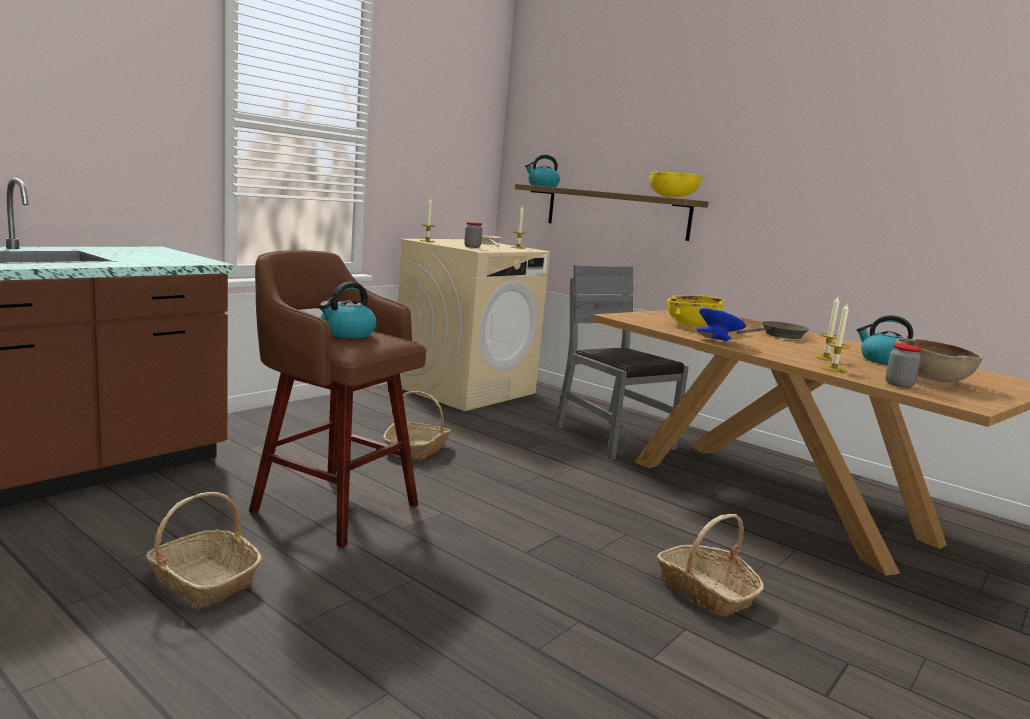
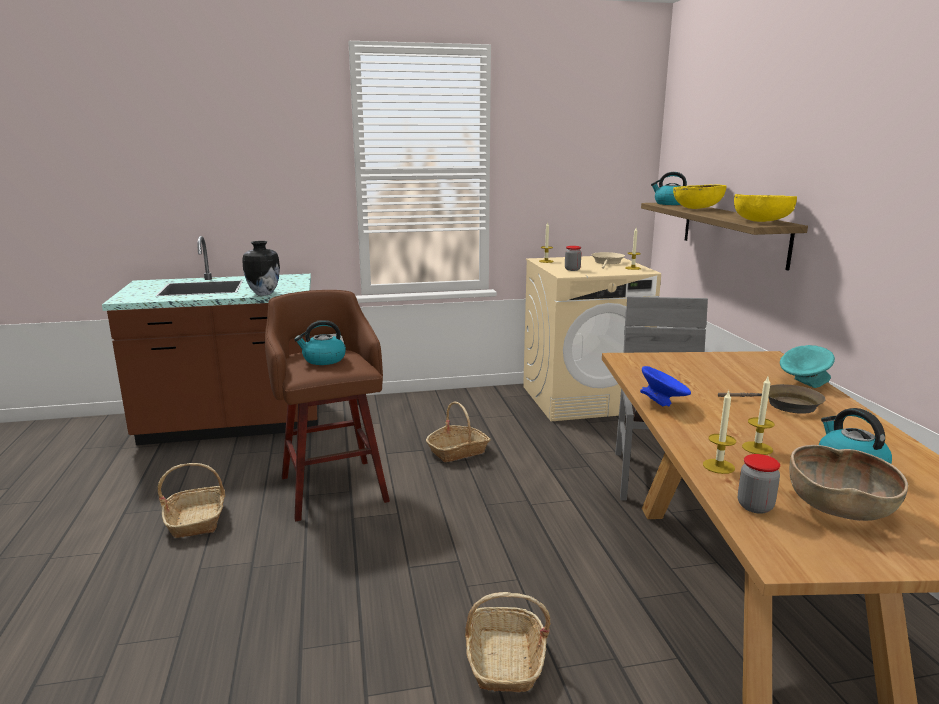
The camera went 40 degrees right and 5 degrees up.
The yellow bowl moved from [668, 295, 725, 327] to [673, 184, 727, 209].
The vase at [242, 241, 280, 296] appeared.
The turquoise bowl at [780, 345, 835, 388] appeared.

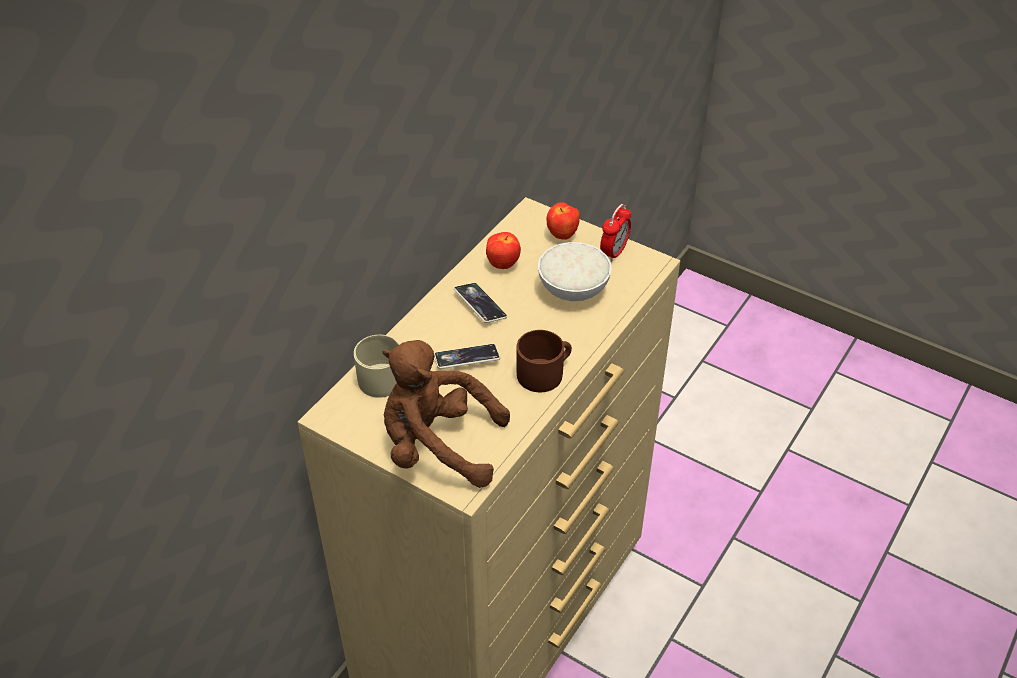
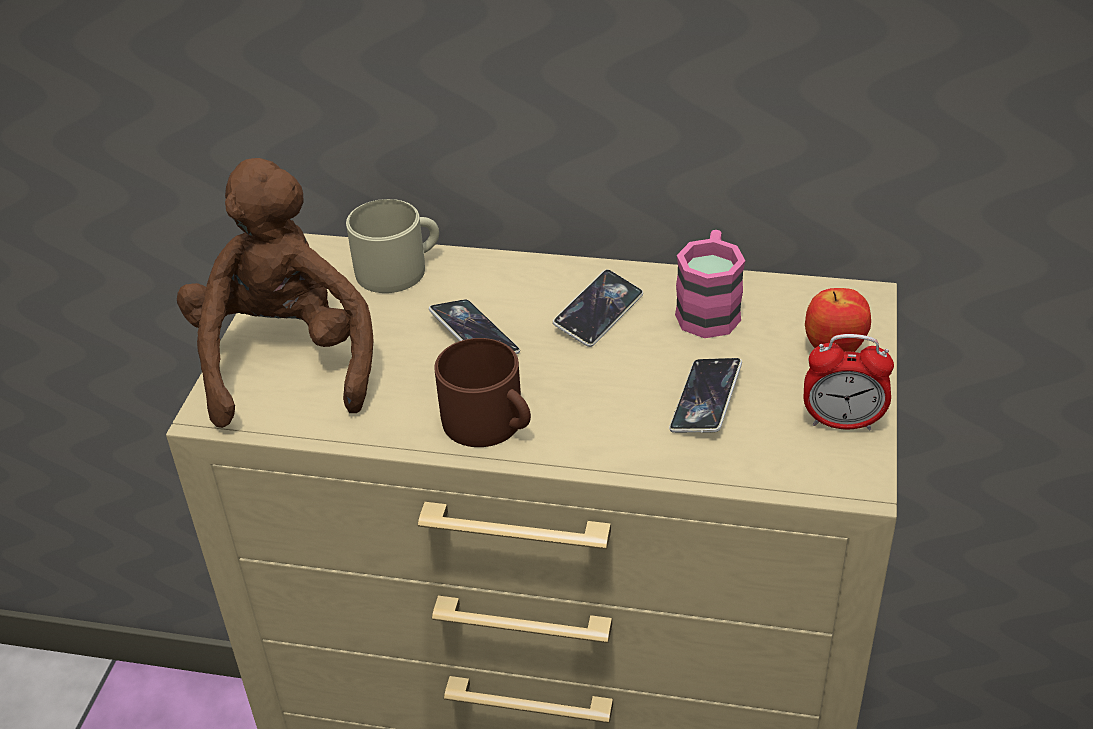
The camera went 70 degrees right and 5 degrees down.
The apple at [486, 232, 521, 269] was replaced by the pink mug at [675, 230, 745, 338].
The white bowl at [538, 242, 612, 301] was replaced by the phone at [669, 358, 742, 433].

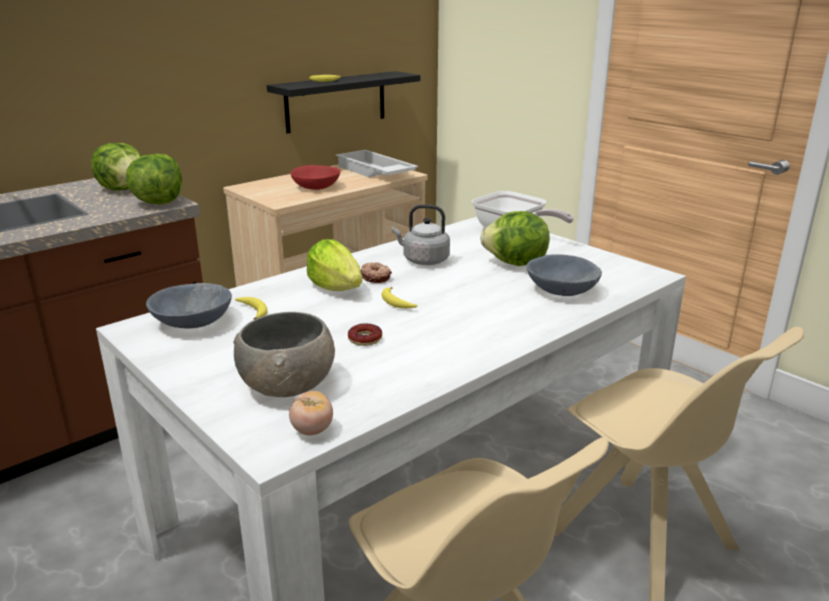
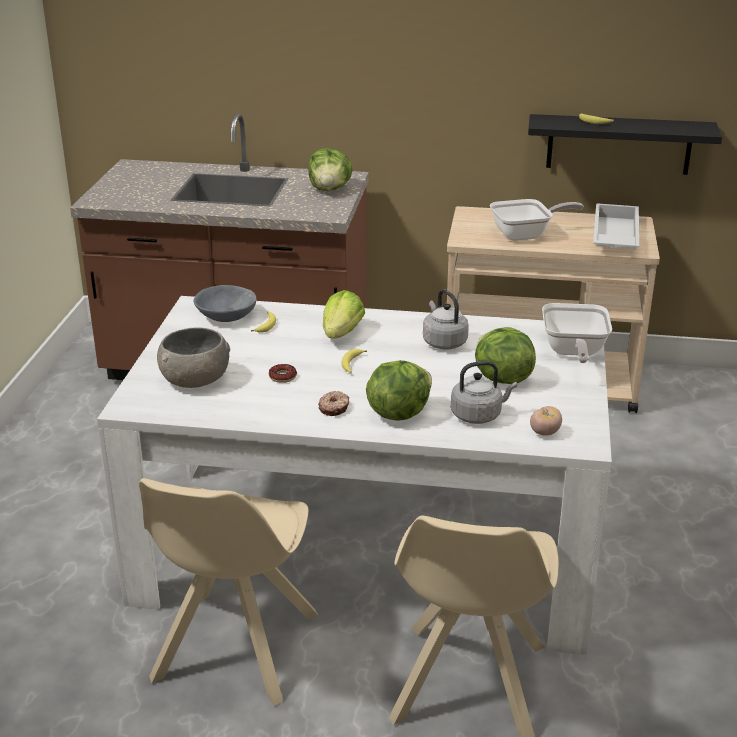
The camera went 50 degrees right and 5 degrees up.
The lettuce moved from [126, 153, 182, 205] to [366, 360, 432, 421].
The red bowl at [291, 165, 341, 190] was replaced by the frying pan at [490, 199, 584, 241].
The grey bowl at [527, 254, 602, 296] was replaced by the grey kettle at [451, 361, 517, 424].
The donut moved from [361, 262, 392, 283] to [318, 391, 349, 416].
The tomato moved from [289, 391, 333, 436] to [530, 406, 562, 436].

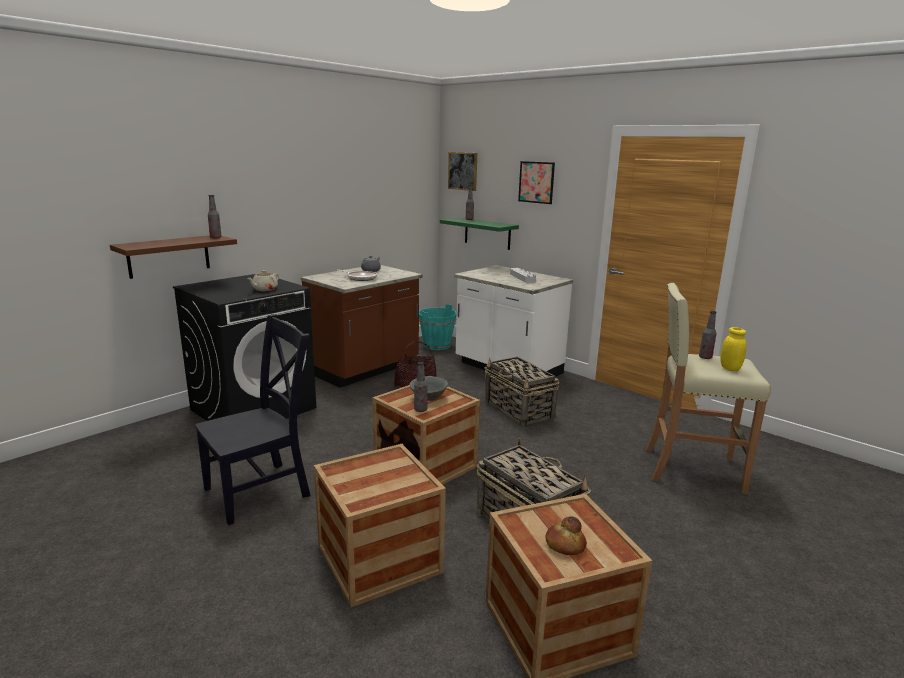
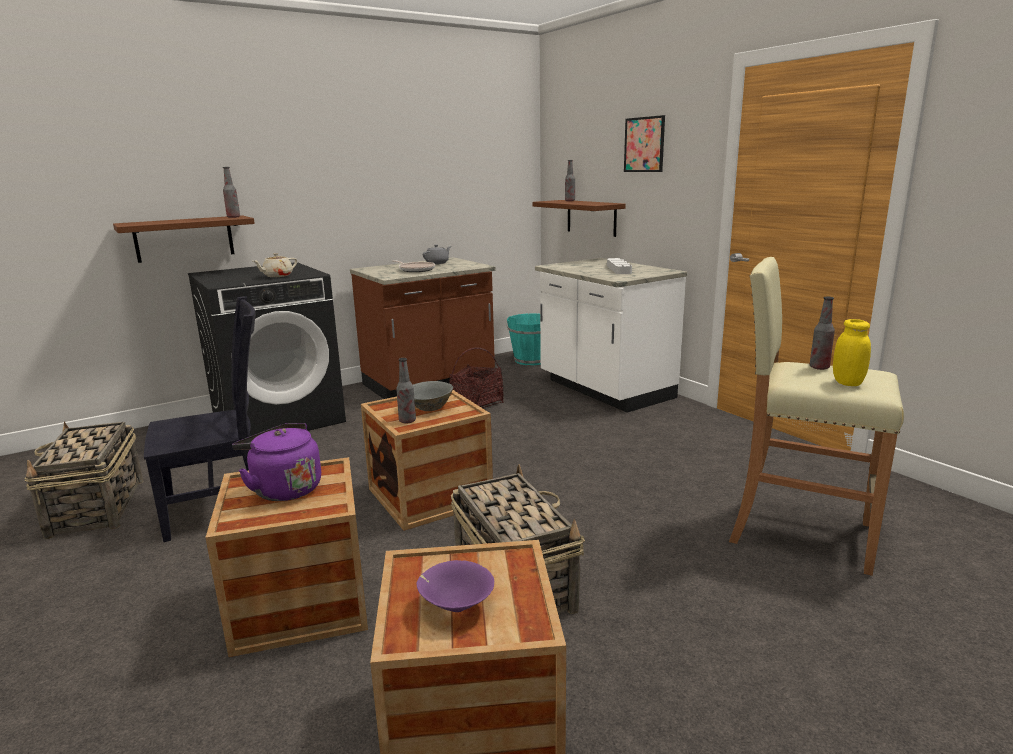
The camera went 15 degrees right and 0 degrees up.
The picture at [448, 152, 477, 191] disappeared.
The green shelf at [440, 218, 519, 250] became the brown shelf at [532, 200, 626, 237].
The basket moved from [484, 357, 559, 428] to [25, 422, 143, 539].
The bread at [546, 517, 587, 555] was replaced by the purple bowl at [416, 560, 494, 612].
The purple kettle at [232, 423, 321, 501] appeared.

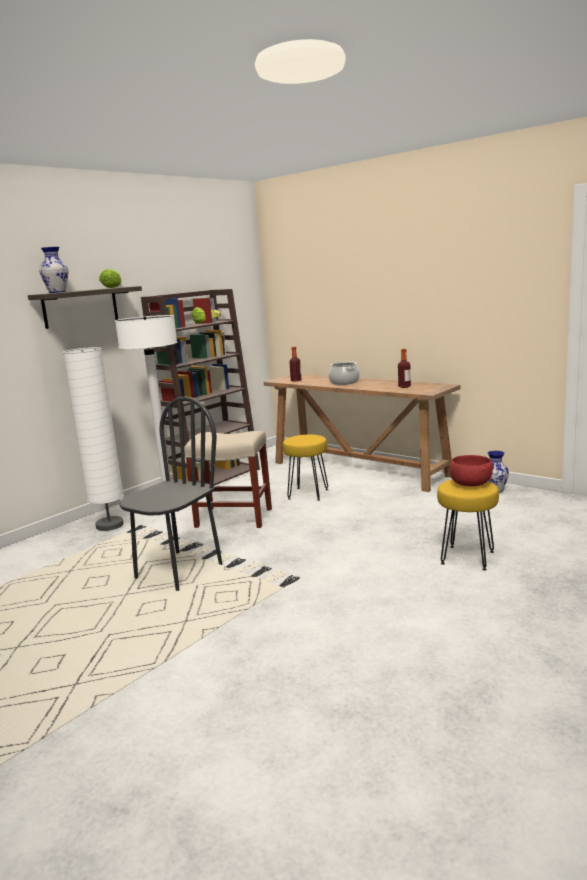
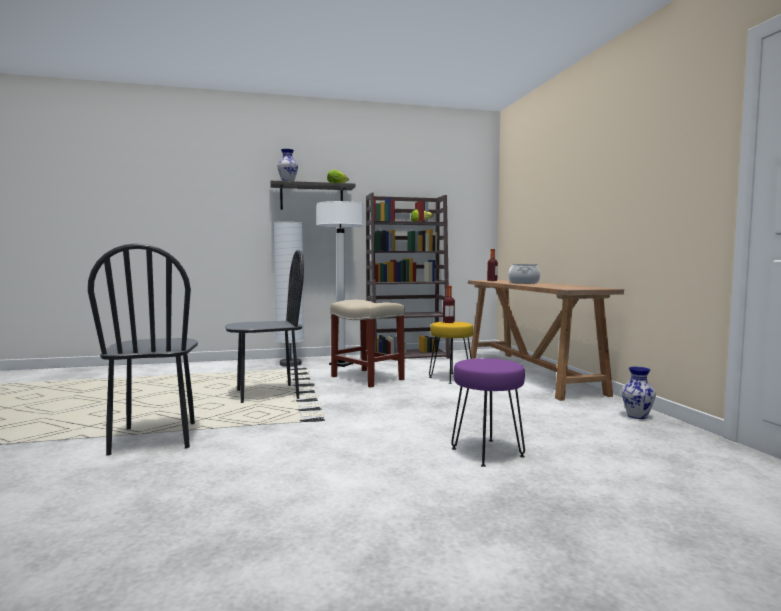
The camera went 35 degrees right and 10 degrees down.
The bottle moved from [398, 349, 411, 388] to [443, 286, 455, 323].
The red bowl at [450, 455, 493, 487] disappeared.
The yellow stool at [437, 479, 499, 571] became the purple stool at [451, 358, 525, 467].
The black chair at [88, 243, 198, 455] appeared.

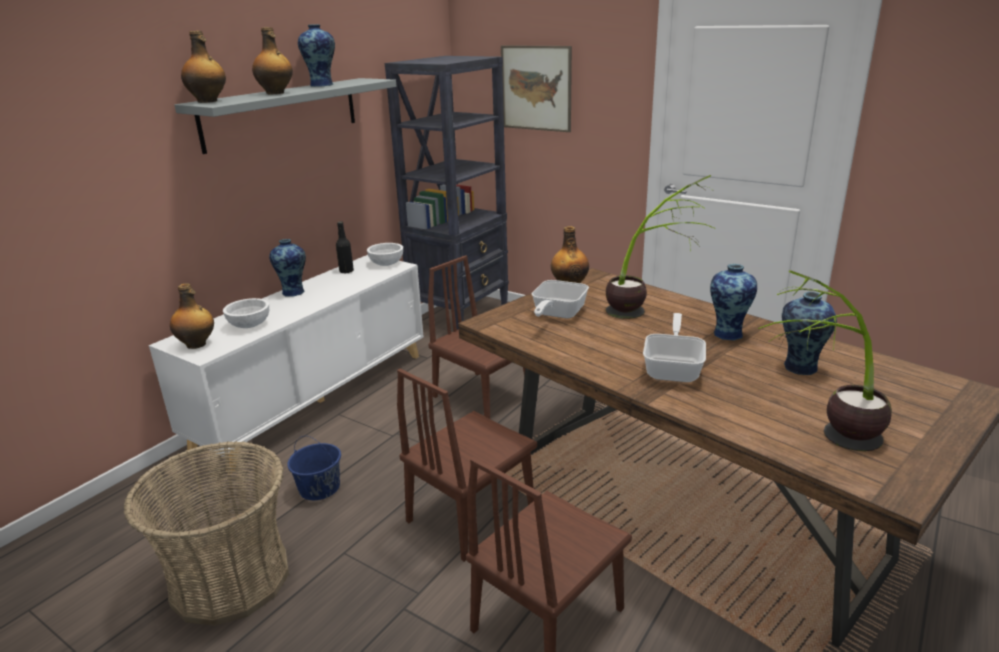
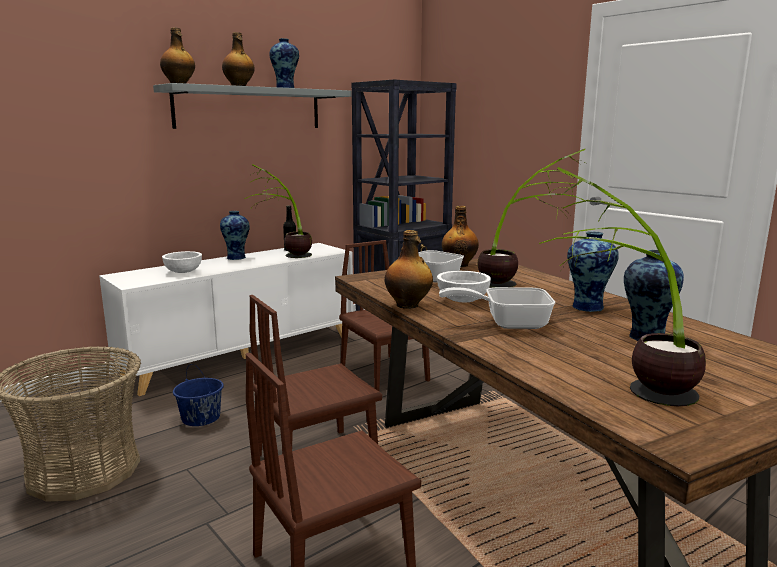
The camera went 15 degrees right and 10 degrees down.
The picture at [501, 45, 572, 132] disappeared.
The white bowl moved from [367, 243, 403, 266] to [437, 271, 491, 302].
The bottle moved from [170, 283, 214, 349] to [384, 230, 433, 309].
The frying pan at [643, 313, 706, 382] turned 120 degrees counterclockwise.
The potted plant at [245, 164, 312, 258] appeared.

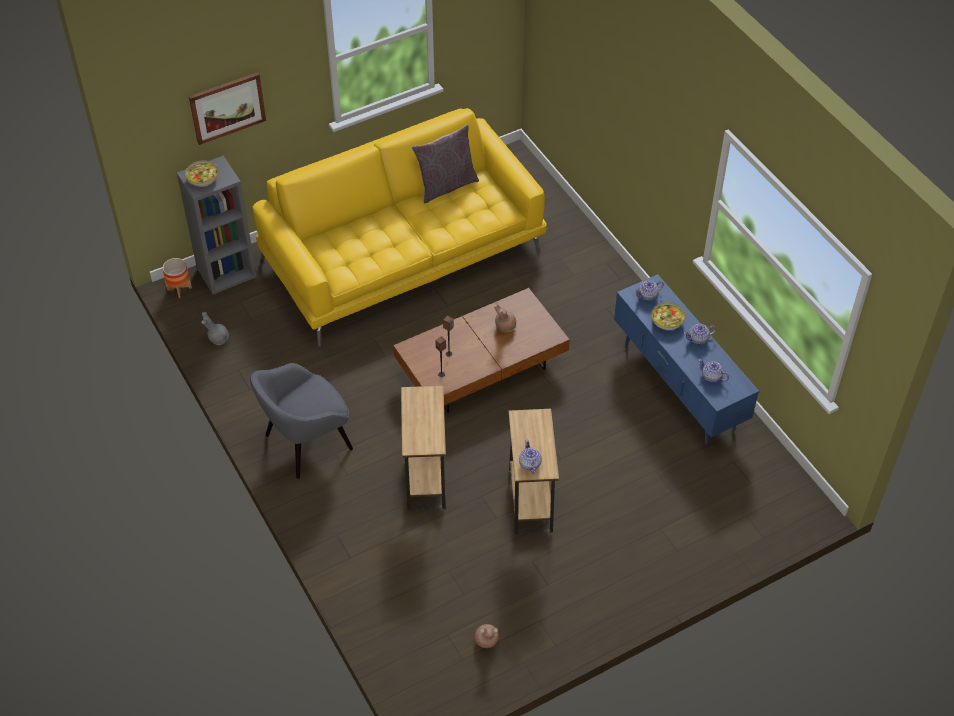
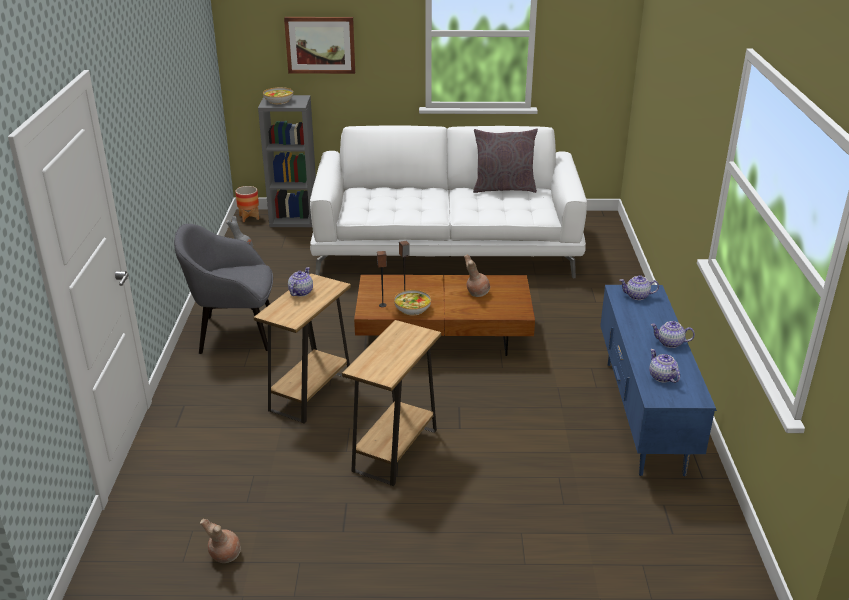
The camera went 30 degrees right and 20 degrees down.
The yellow sofa at [252, 108, 547, 347] became the white sofa at [310, 125, 587, 279].
The bowl moved from [652, 302, 685, 330] to [394, 290, 431, 315].
The teapot moved from [519, 440, 542, 474] to [288, 267, 313, 297].

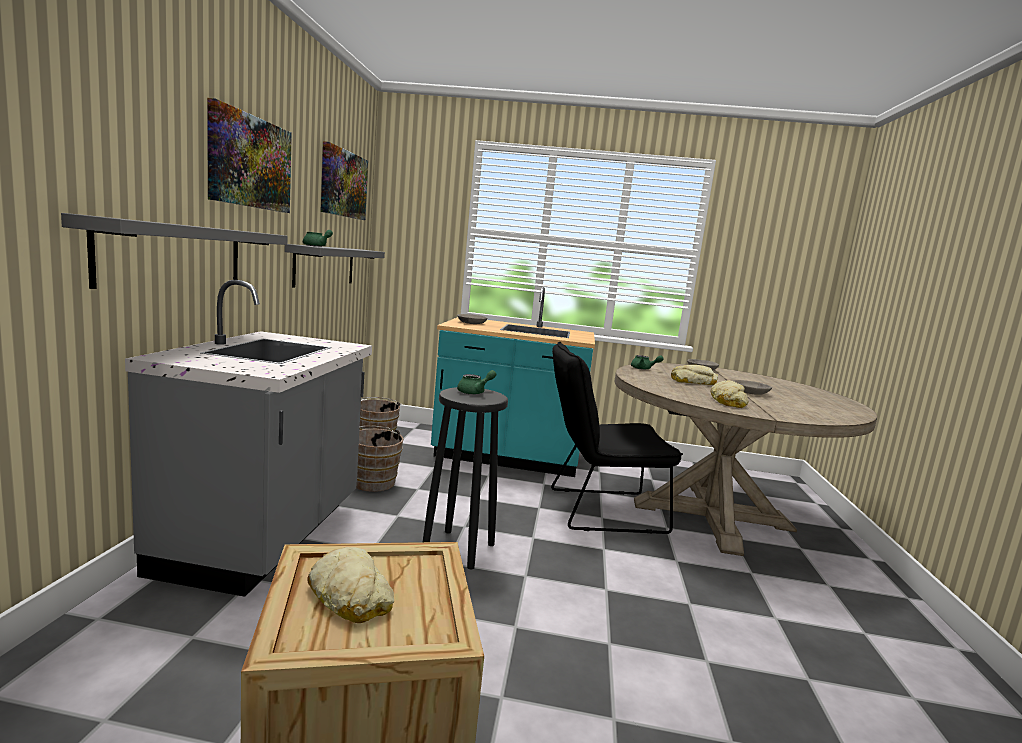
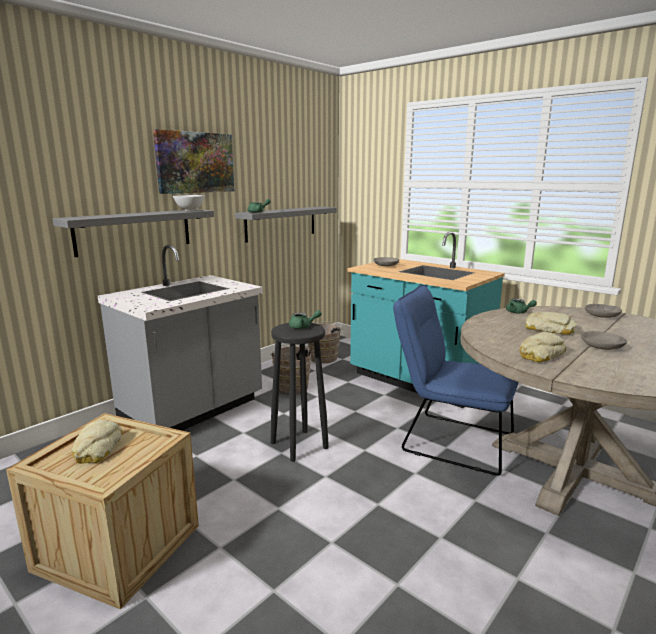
The camera went 35 degrees right and 5 degrees up.
The picture at [321, 141, 368, 220] disappeared.
The black chair at [551, 342, 683, 534] became the blue chair at [393, 285, 519, 476].
The white bowl at [173, 195, 205, 211] appeared.

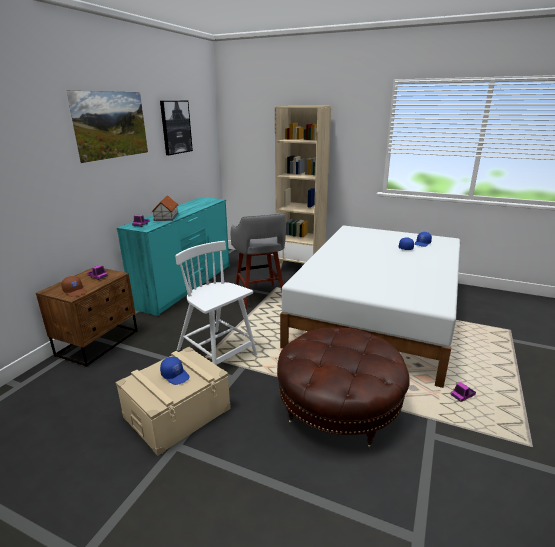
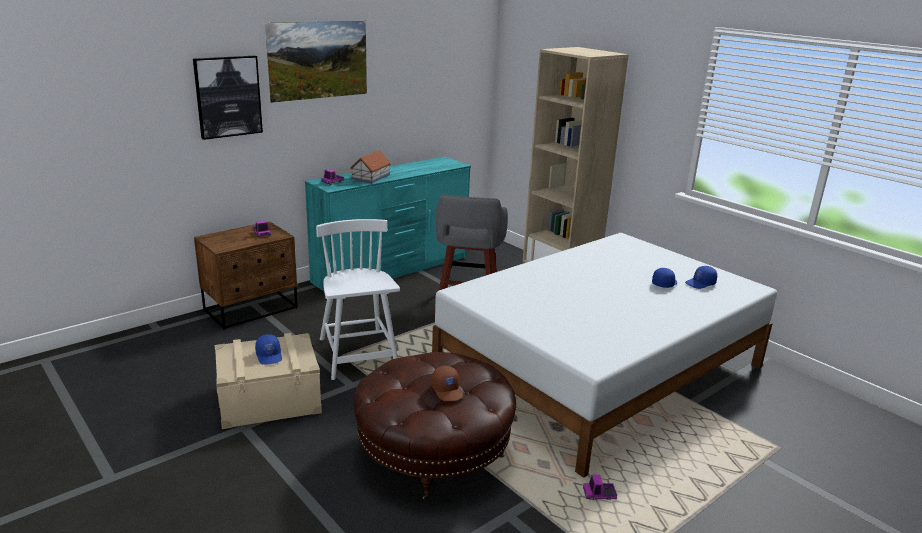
The camera went 25 degrees right and 0 degrees up.
The picture moved from [160, 101, 193, 155] to [193, 56, 263, 140].
The brown cap moved from [62, 276, 87, 297] to [432, 366, 463, 401].

